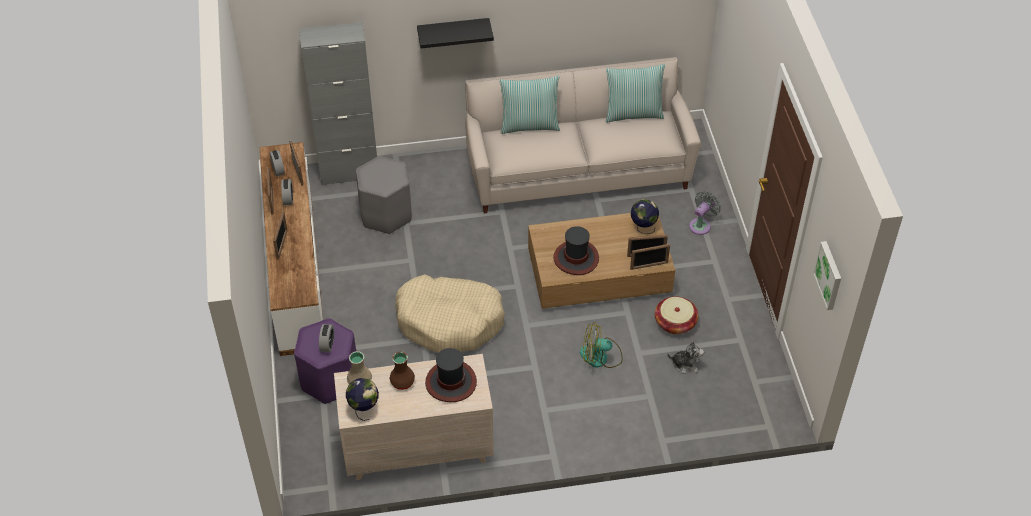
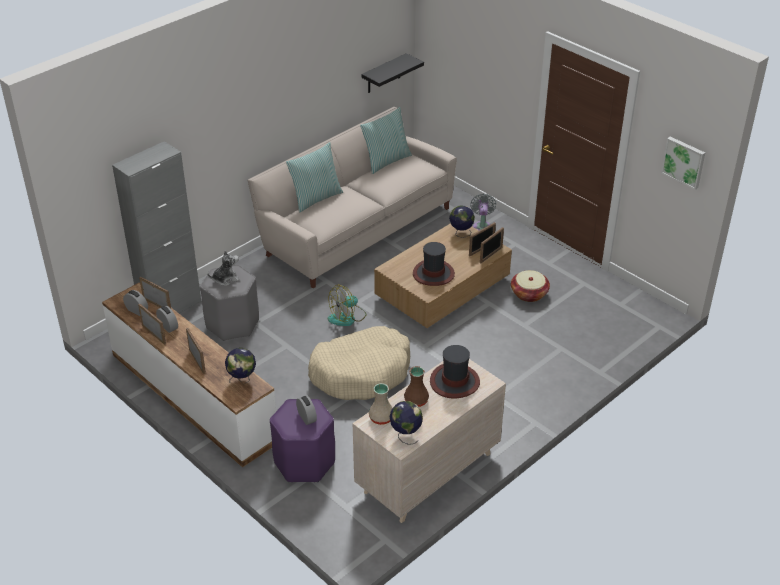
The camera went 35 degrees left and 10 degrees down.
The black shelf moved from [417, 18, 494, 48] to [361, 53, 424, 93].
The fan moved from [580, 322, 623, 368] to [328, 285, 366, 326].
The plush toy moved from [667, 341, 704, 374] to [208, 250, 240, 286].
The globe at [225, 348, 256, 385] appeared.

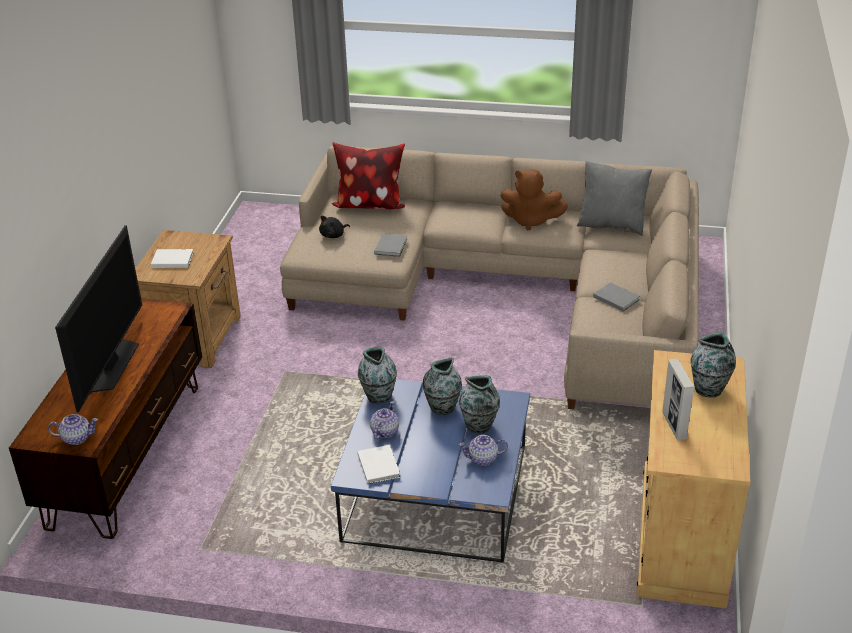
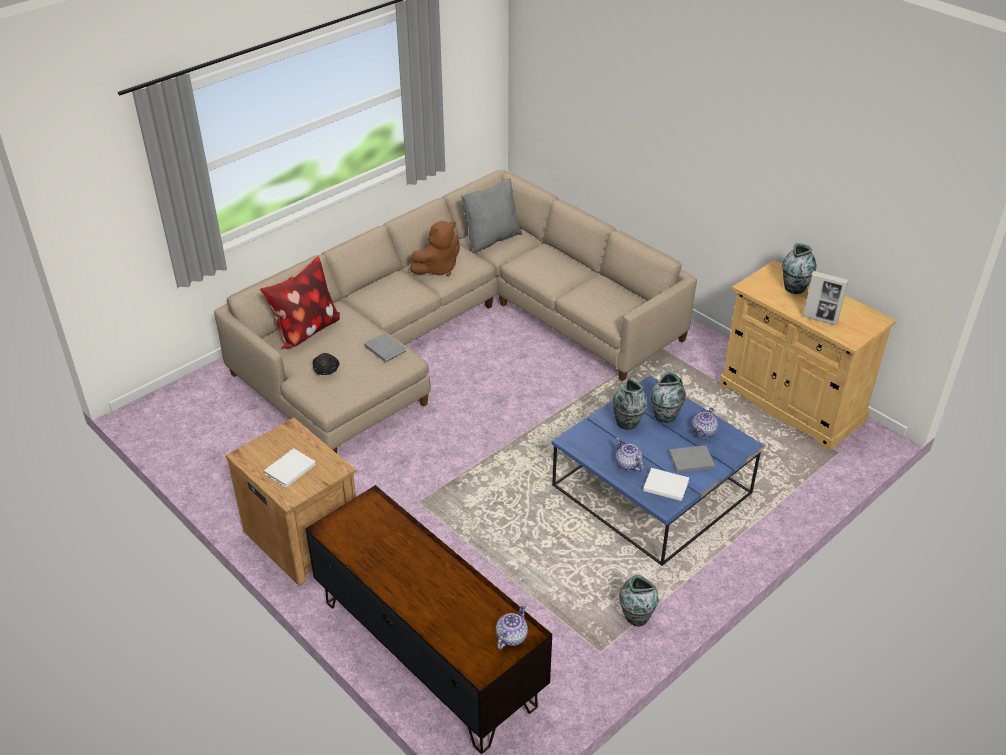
The camera went 55 degrees left and 5 degrees up.
The television at [55, 225, 142, 412] disappeared.
The grey book moved from [593, 282, 640, 311] to [669, 445, 715, 473].
The vase moved from [358, 347, 397, 404] to [619, 574, 659, 627].

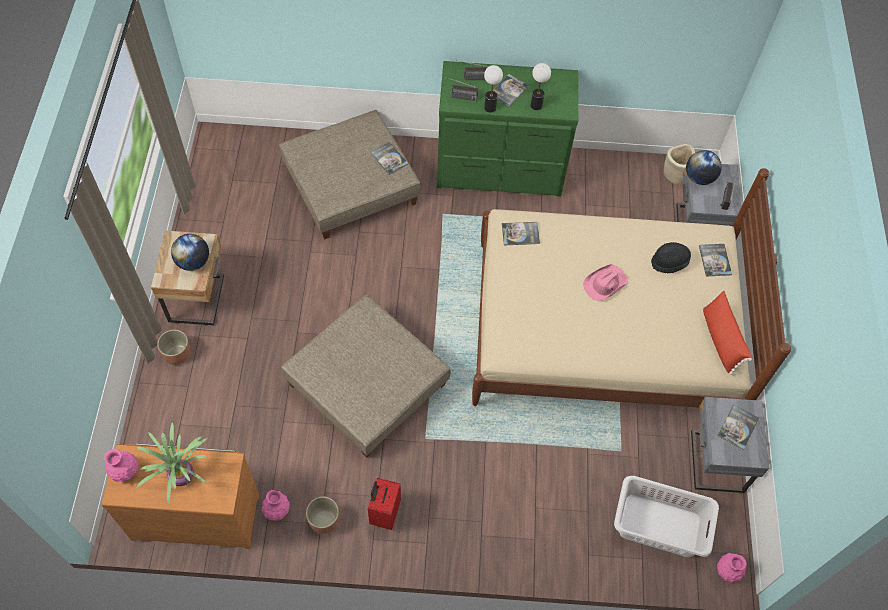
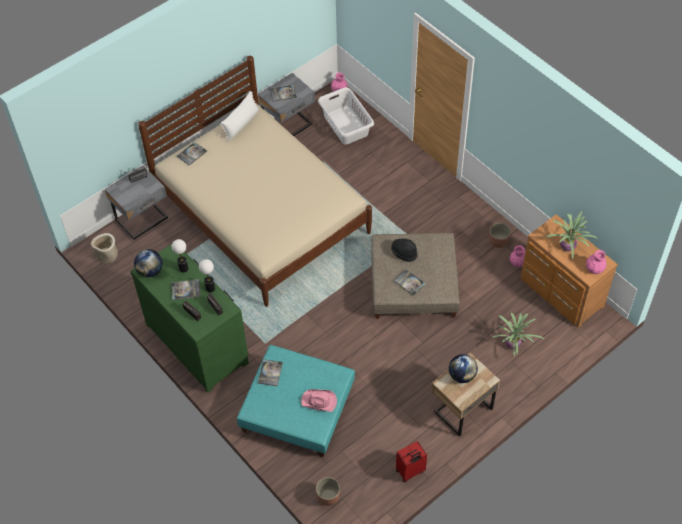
The camera went 130 degrees left and 5 degrees down.
The beige ottoman at [279, 110, 421, 239] became the turquoise ottoman at [237, 345, 355, 457].
The globe moved from [686, 150, 722, 185] to [134, 249, 163, 277].
The book moved from [502, 222, 540, 245] to [394, 269, 426, 296].
The black hat moved from [651, 242, 691, 273] to [391, 239, 418, 262].
The pink hat moved from [583, 264, 628, 301] to [301, 389, 337, 412].
The red pillow at [703, 289, 752, 375] became the white pillow at [220, 91, 259, 141].
The planter moved from [157, 330, 191, 365] to [316, 477, 340, 506].
The red suitcase moved from [368, 478, 401, 530] to [396, 441, 427, 483].
The potted plant at [493, 313, 544, 356] appeared.

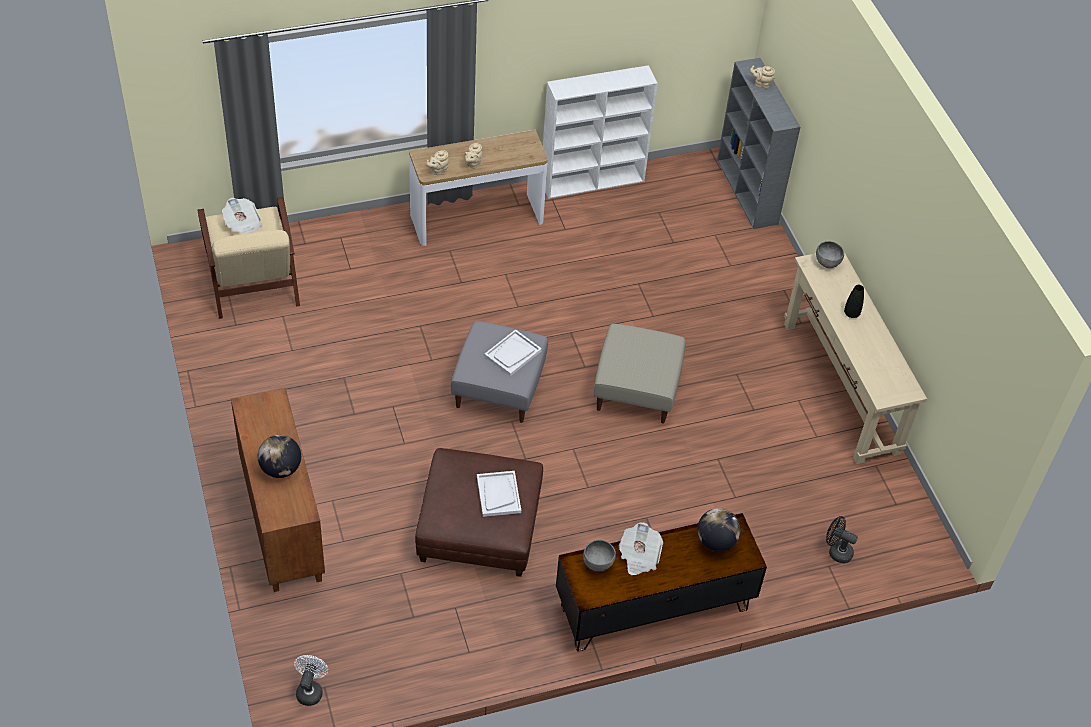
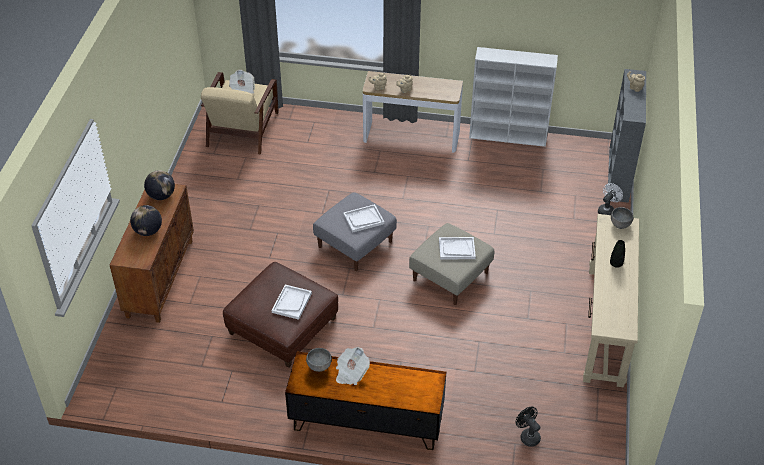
The camera went 30 degrees right and 5 degrees down.
The globe moved from [697, 508, 741, 552] to [144, 170, 175, 200].
The white fan moved from [294, 655, 328, 706] to [598, 183, 623, 215].
The white tray at [439, 237, 476, 260] appeared.

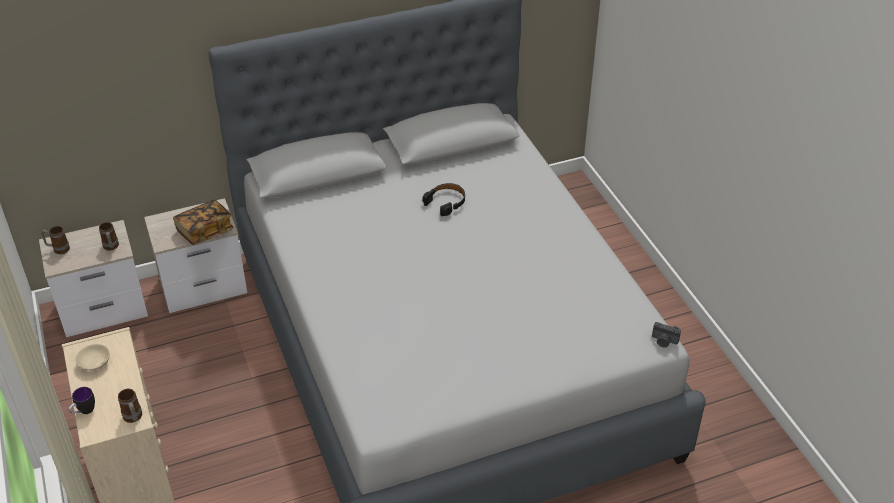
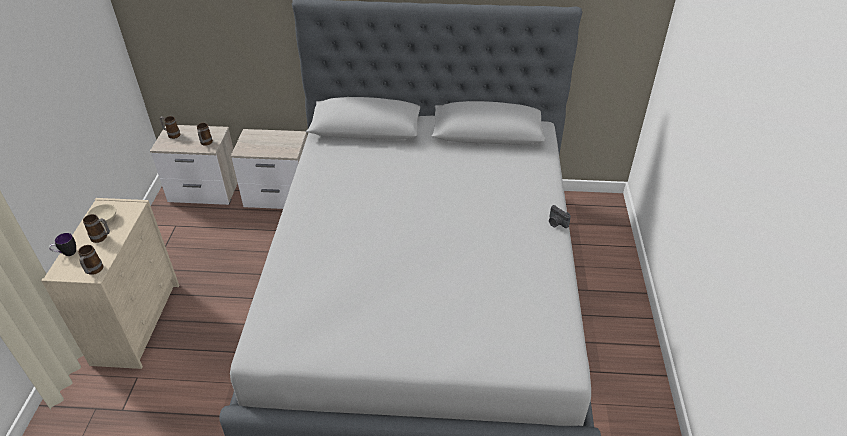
The camera went 25 degrees right and 0 degrees up.
The black headphones at [422, 183, 465, 216] disappeared.
The book at [173, 199, 233, 245] disappeared.
The photo camera moved from [652, 322, 681, 348] to [549, 205, 571, 228].
The mug at [83, 214, 110, 243] appeared.

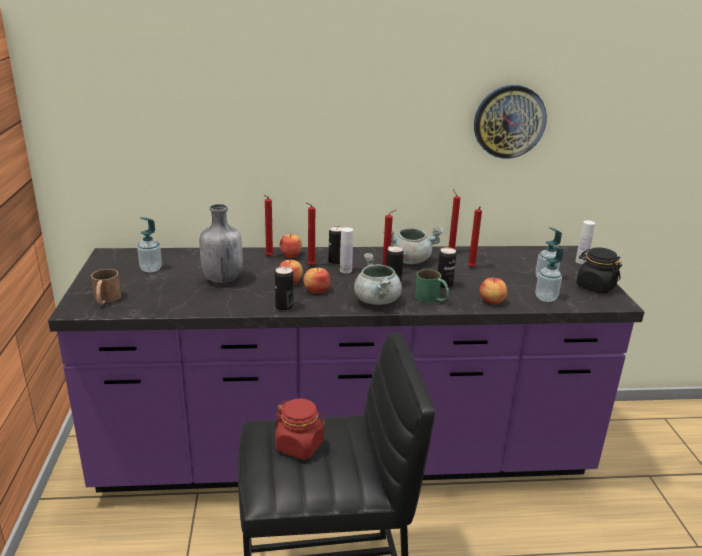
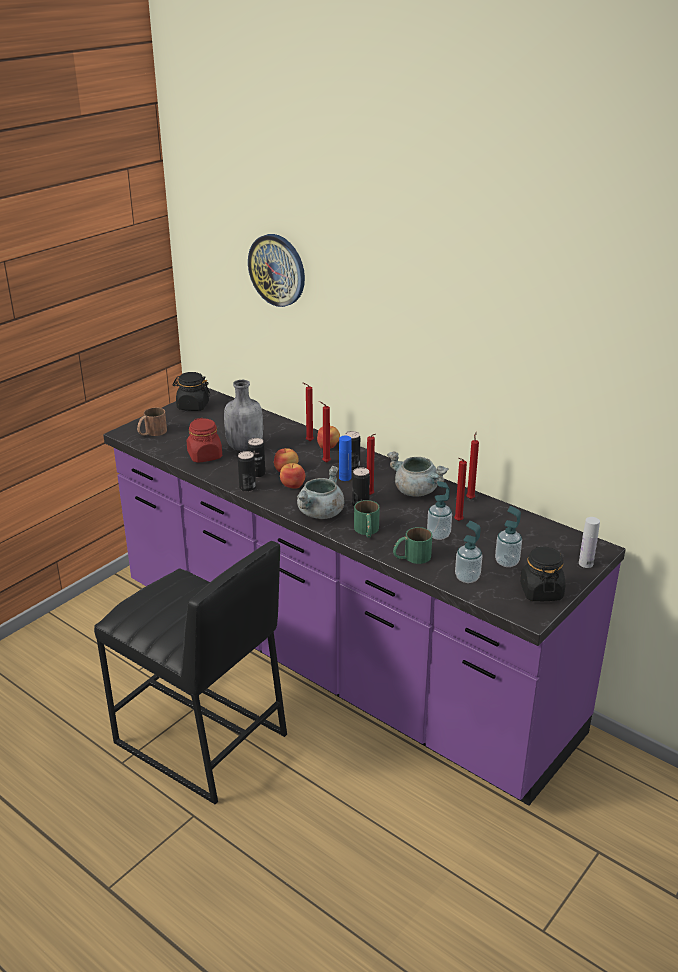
The camera went 45 degrees right and 5 degrees up.
The wall clock moved from [474, 85, 547, 159] to [248, 234, 305, 307].
The soap dispenser moved from [137, 217, 162, 272] to [427, 481, 452, 540].
The white bottle at [340, 227, 353, 273] became the blue bottle at [339, 436, 352, 481].
The can moved from [438, 247, 456, 289] to [248, 438, 265, 478].
The apple at [480, 277, 507, 304] was replaced by the green mug at [393, 527, 432, 564].
The red jar moved from [275, 398, 326, 460] to [187, 418, 222, 463].
The black jar at [173, 372, 210, 411] appeared.

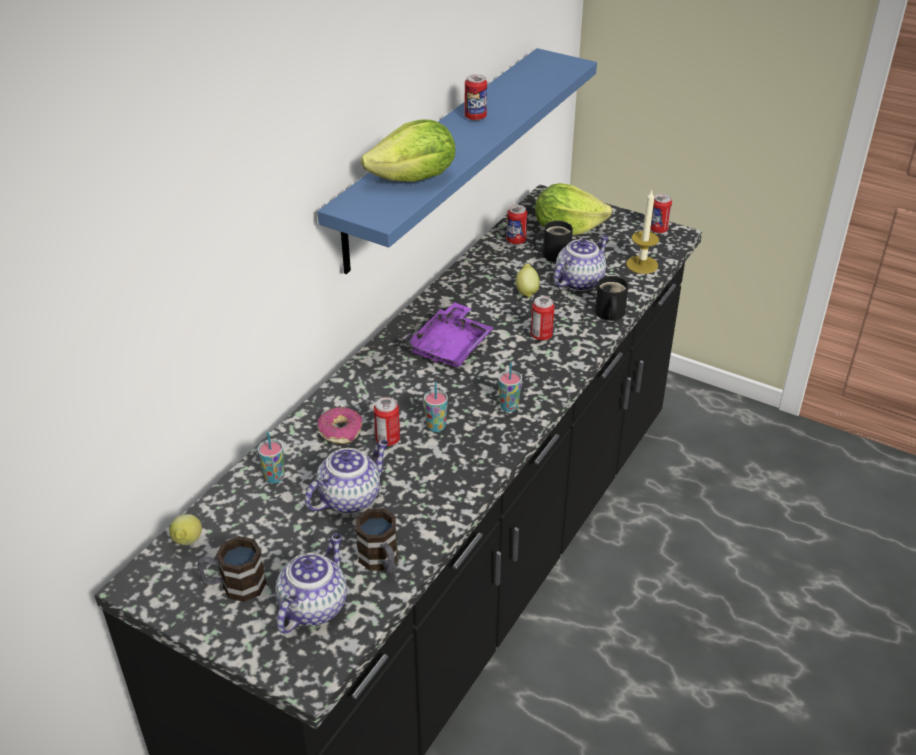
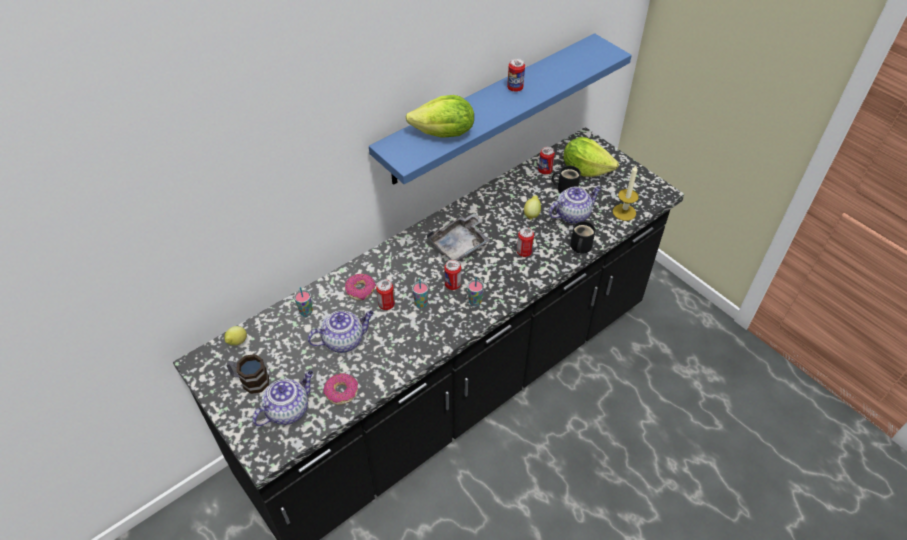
The camera went 20 degrees right and 10 degrees up.
The can moved from [650, 194, 672, 233] to [444, 260, 461, 290].
The purple tray at [405, 302, 494, 367] became the grey tray at [427, 213, 490, 262].
The mug at [356, 508, 398, 575] was replaced by the donut at [323, 373, 358, 405].

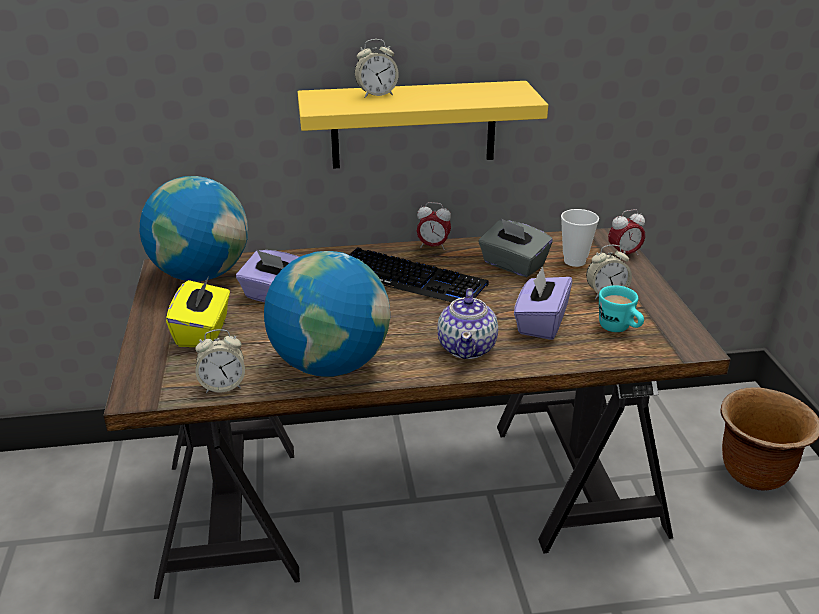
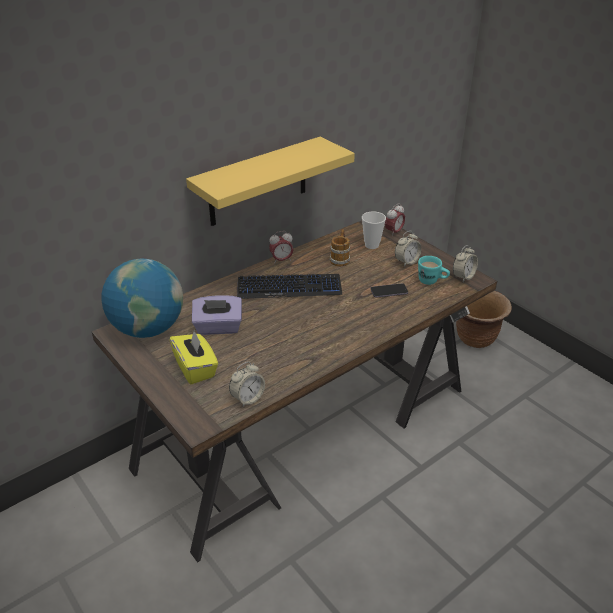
The camera went 30 degrees left and 5 degrees up.
The alarm clock moved from [354, 39, 399, 98] to [453, 245, 478, 282].
The grey tissue box at [478, 218, 553, 277] was replaced by the mug at [330, 229, 350, 266].
The globe at [264, 251, 390, 377] disappeared.
The purple tissue box at [514, 266, 572, 340] was replaced by the phone at [371, 284, 408, 298].
The teapot at [438, 288, 498, 359] disappeared.

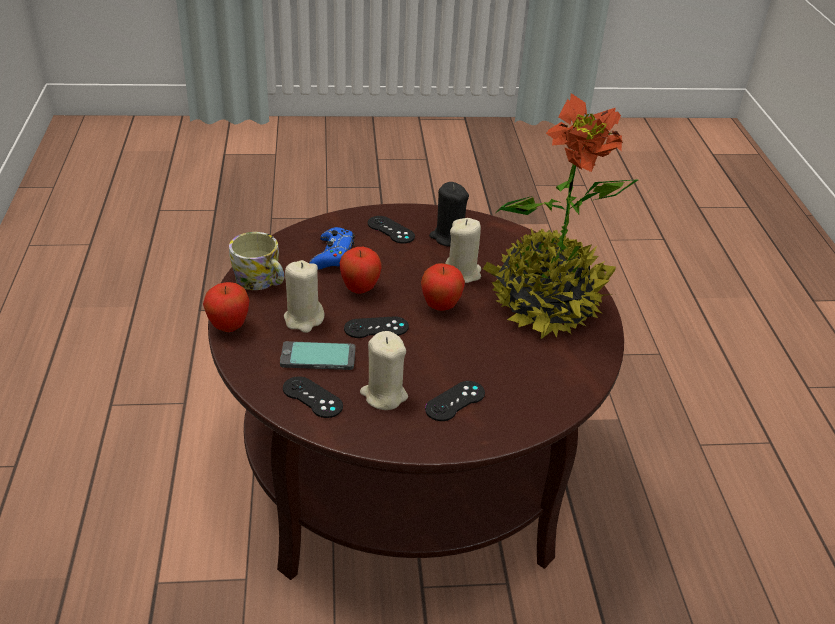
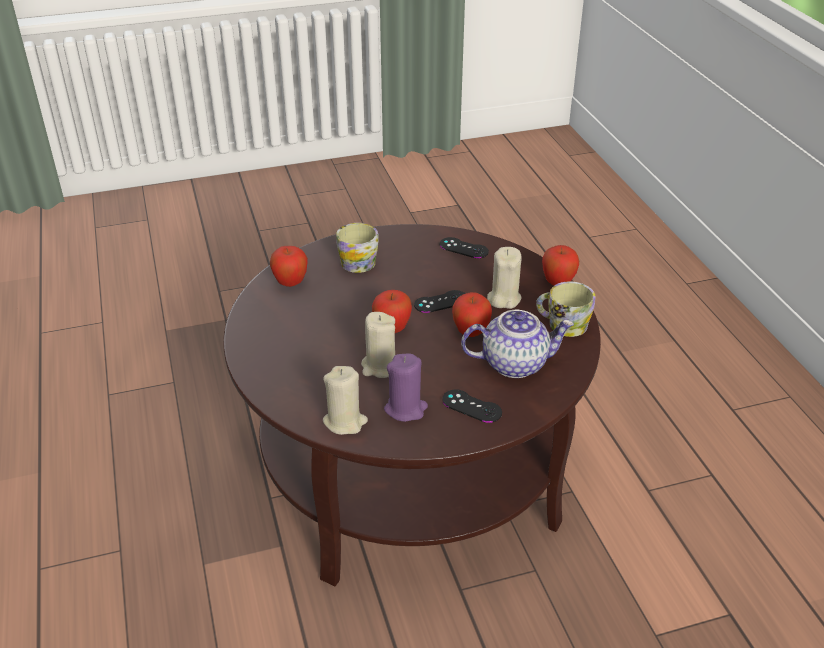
The camera went 170 degrees right and 0 degrees up.
The potted plant at [483, 93, 638, 339] disappeared.
The black candle at [429, 182, 469, 247] became the purple candle at [384, 354, 428, 422].
The blue game controller at [309, 227, 355, 270] was replaced by the teapot at [461, 309, 574, 378].
The beige candle moved from [360, 331, 408, 410] to [323, 366, 368, 435].
The phone at [280, 341, 355, 370] disappeared.
The black game controller at [425, 381, 485, 421] was replaced by the mug at [336, 223, 379, 273].
The apple at [270, 246, 308, 287] appeared.

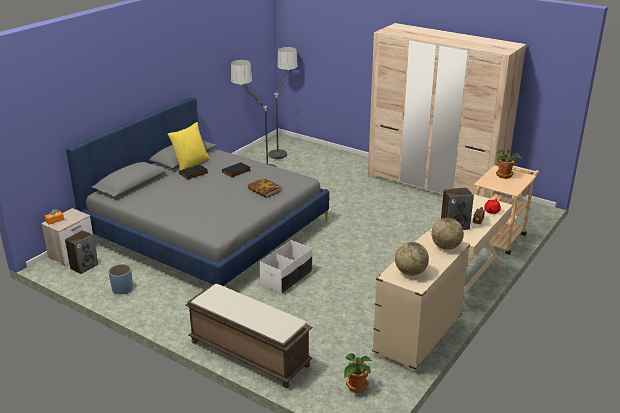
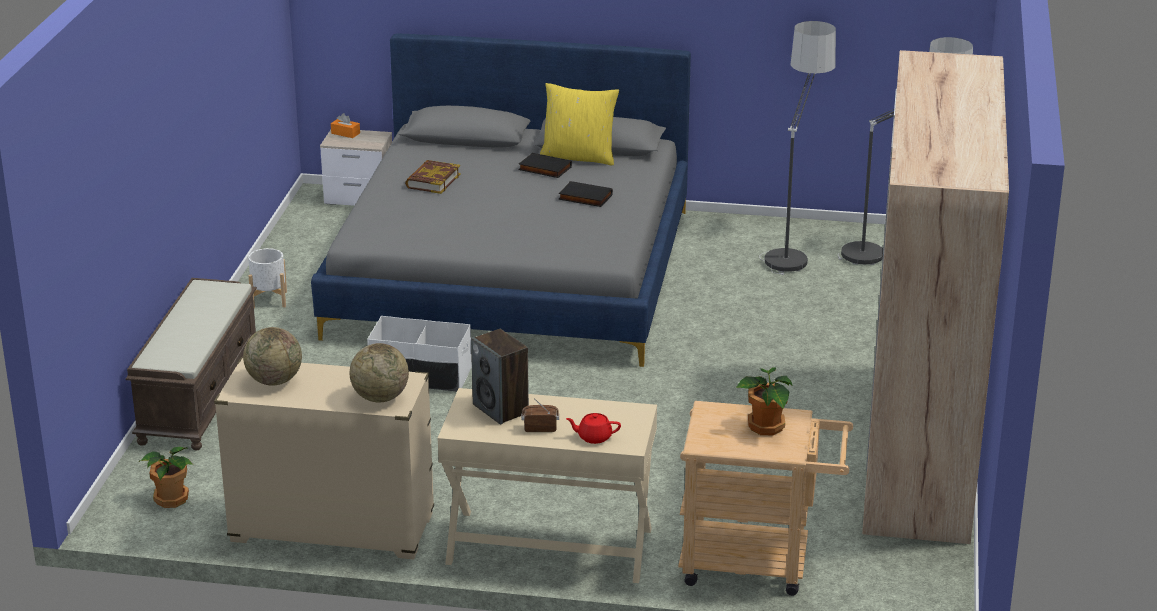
The camera went 65 degrees right and 0 degrees up.
The book moved from [248, 178, 282, 198] to [405, 160, 460, 194].
The speaker at [65, 230, 98, 274] disappeared.
The blue planter at [108, 264, 133, 294] disappeared.
The white planter at [248, 248, 287, 308] appeared.

